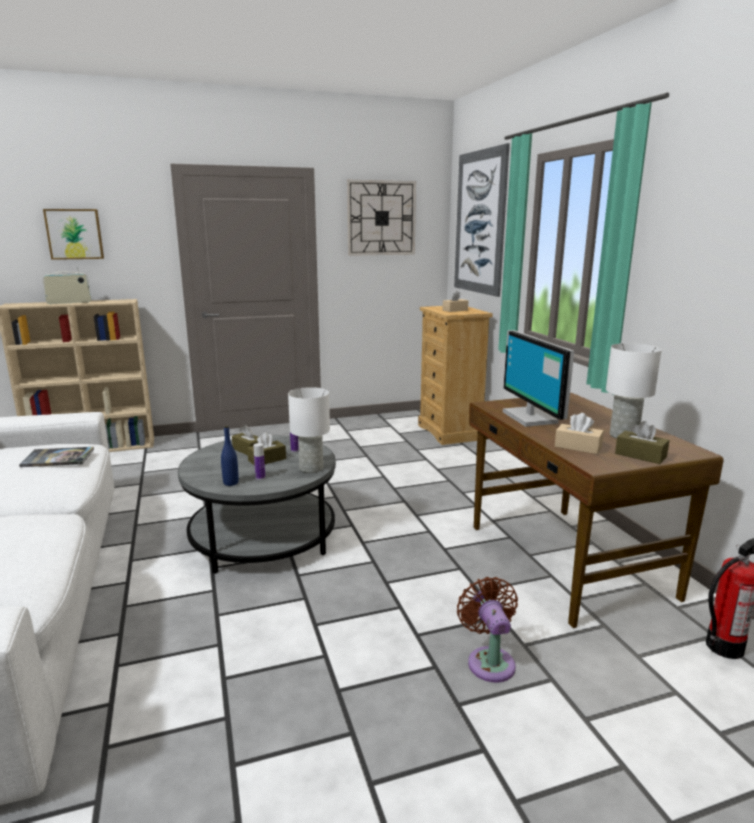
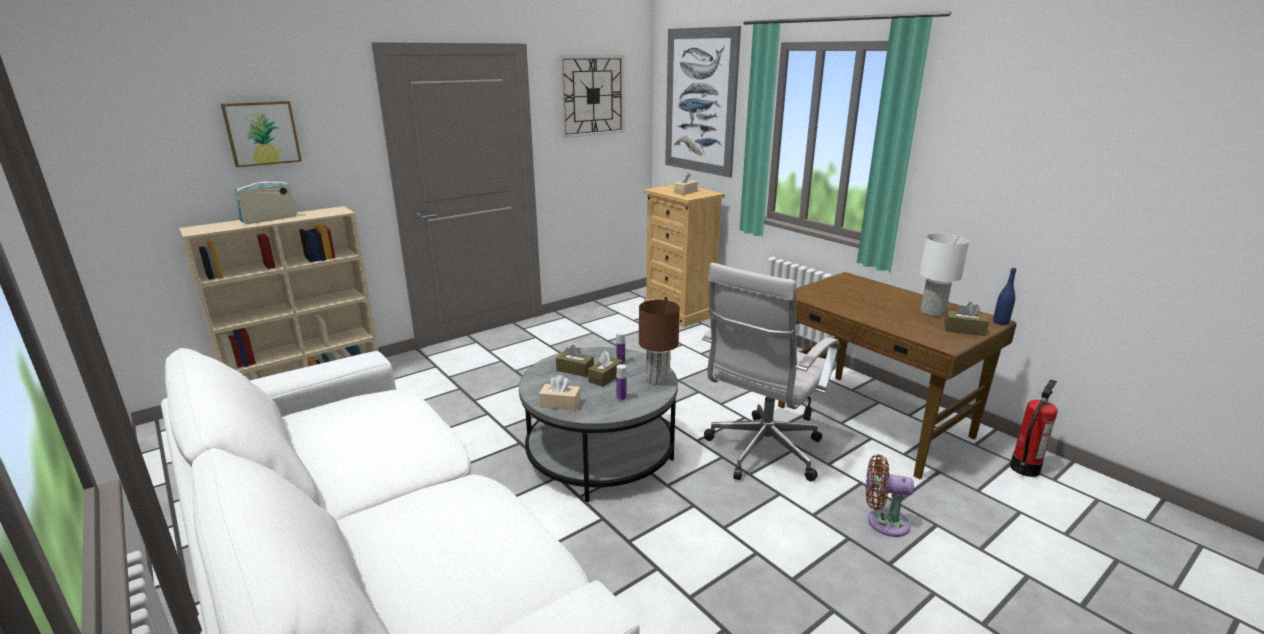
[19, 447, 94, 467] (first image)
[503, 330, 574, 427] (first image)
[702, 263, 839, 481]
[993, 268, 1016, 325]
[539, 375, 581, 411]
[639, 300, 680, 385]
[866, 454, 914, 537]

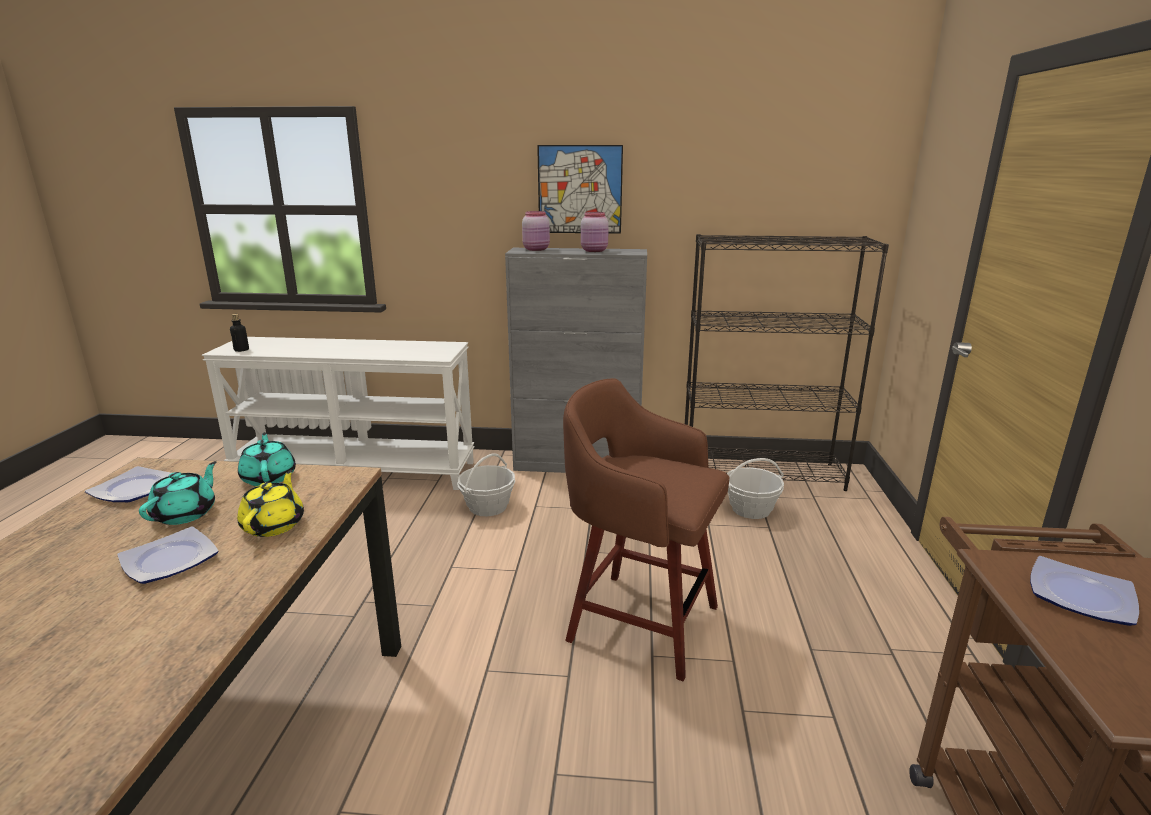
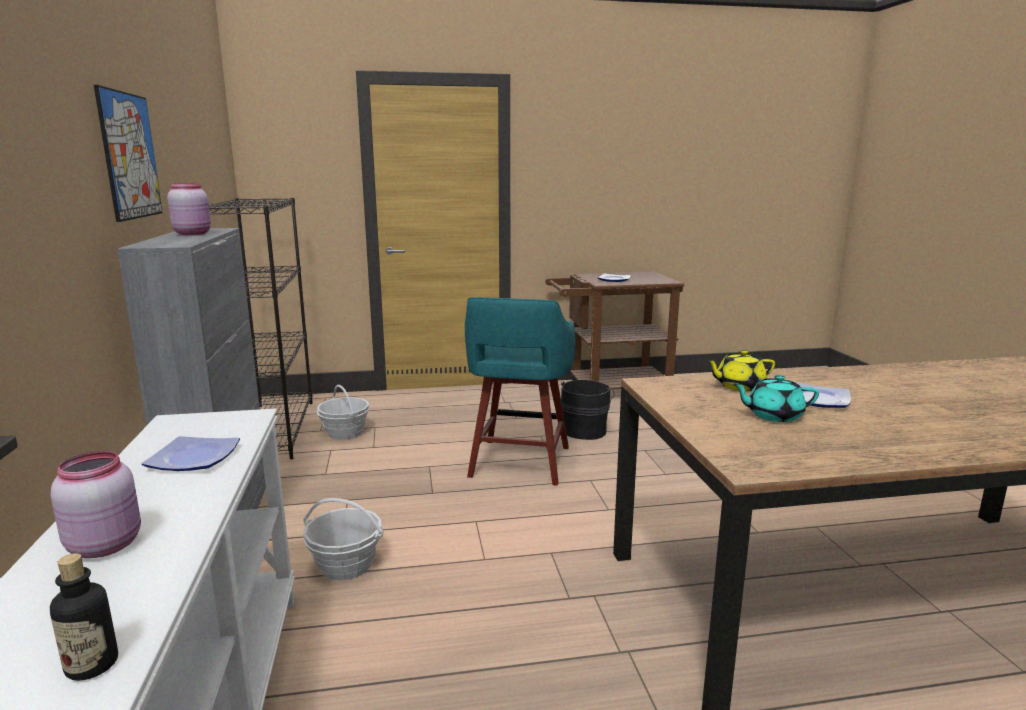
[238, 432, 296, 486] (first image)
[561, 380, 614, 440]
[142, 436, 240, 471]
[51, 451, 141, 558]
[465, 297, 575, 486]

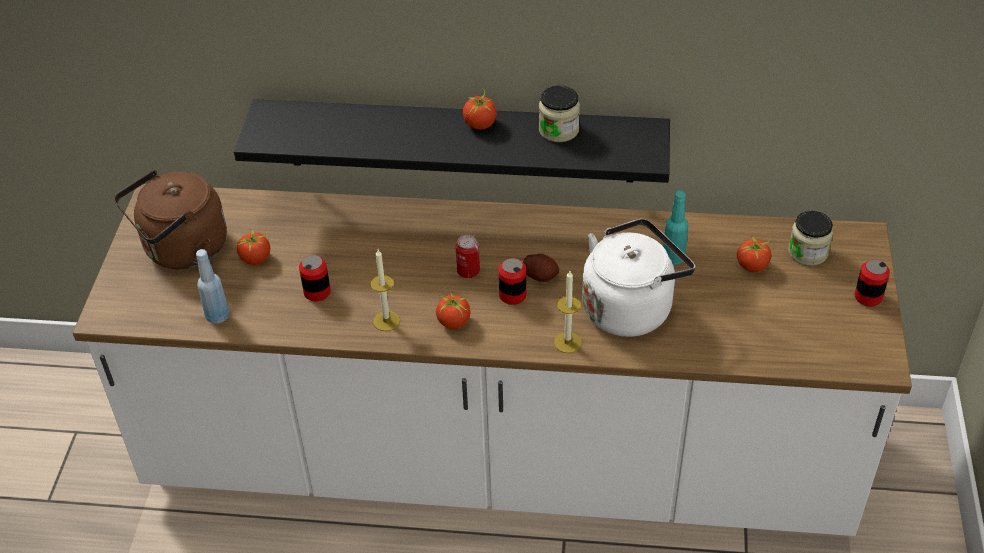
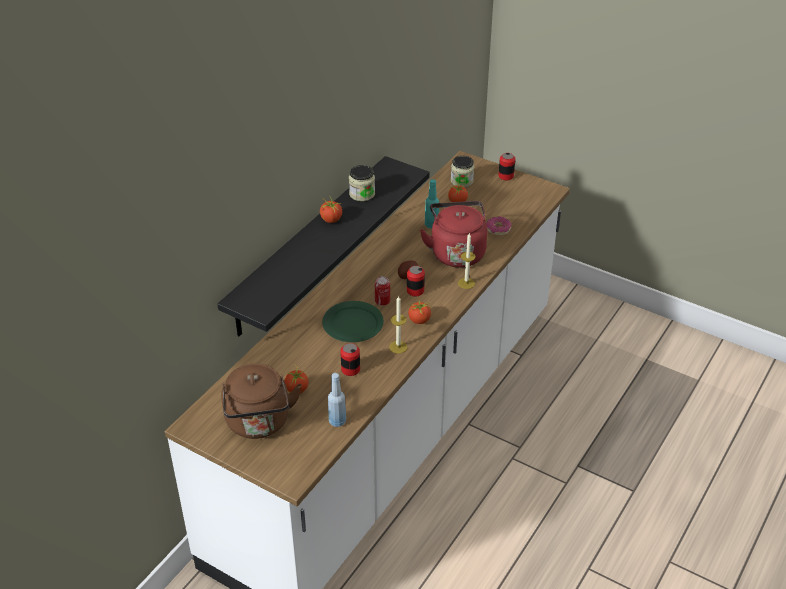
[322, 301, 384, 342]
[486, 216, 512, 236]
[420, 201, 487, 268]

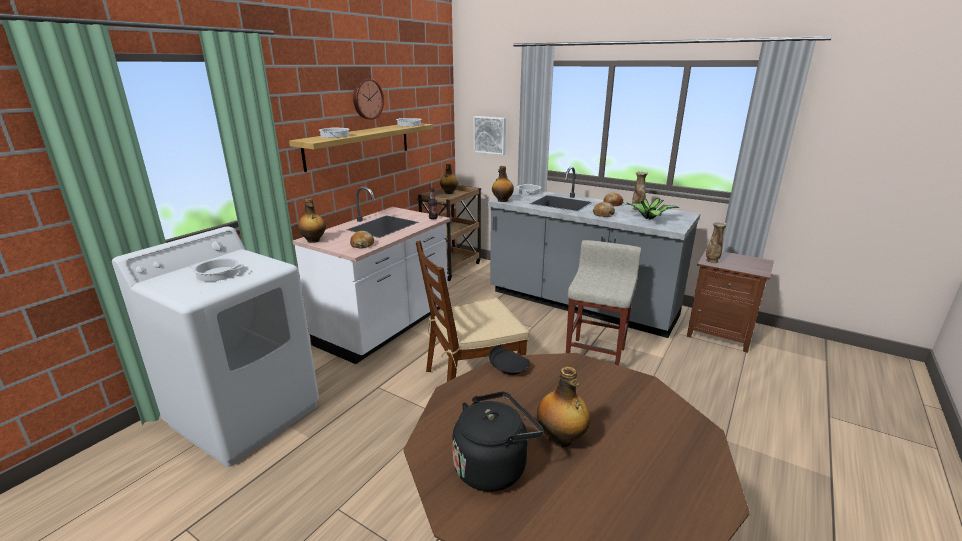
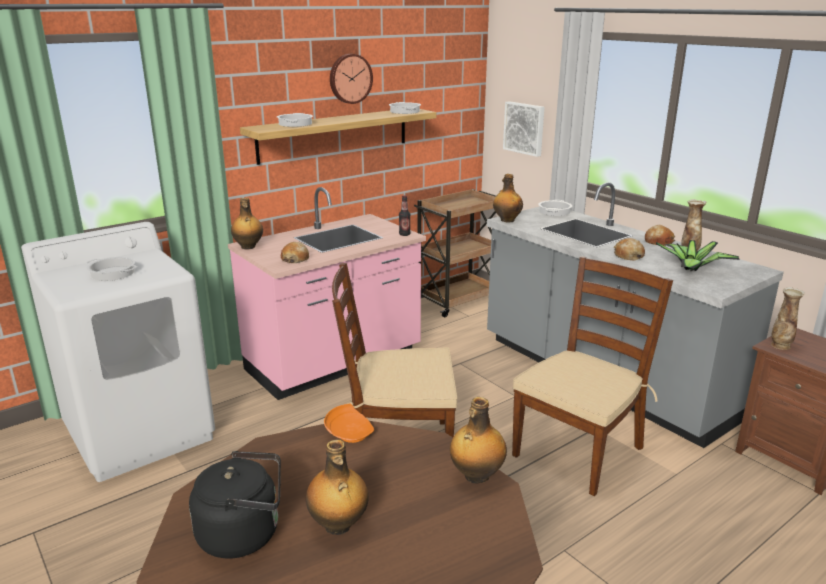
[450, 397, 507, 483]
[512, 256, 673, 496]
[228, 187, 426, 400]
[324, 404, 374, 443]

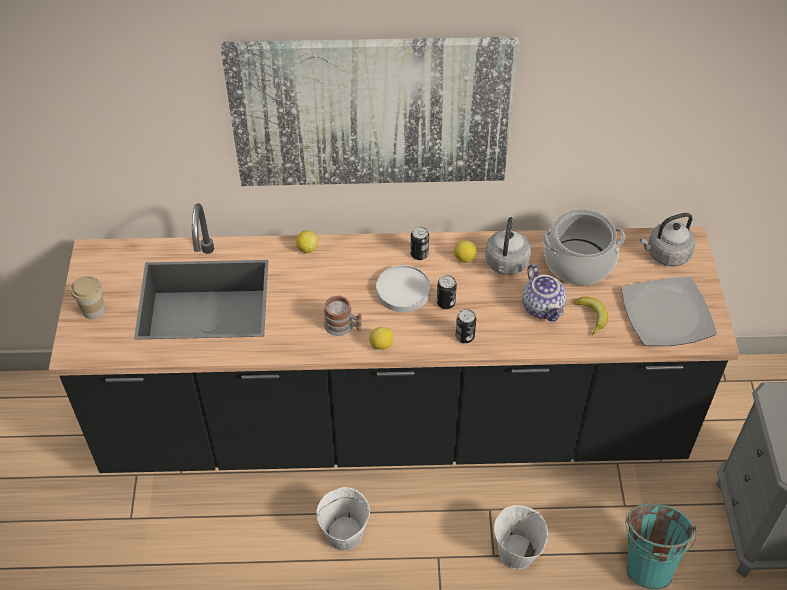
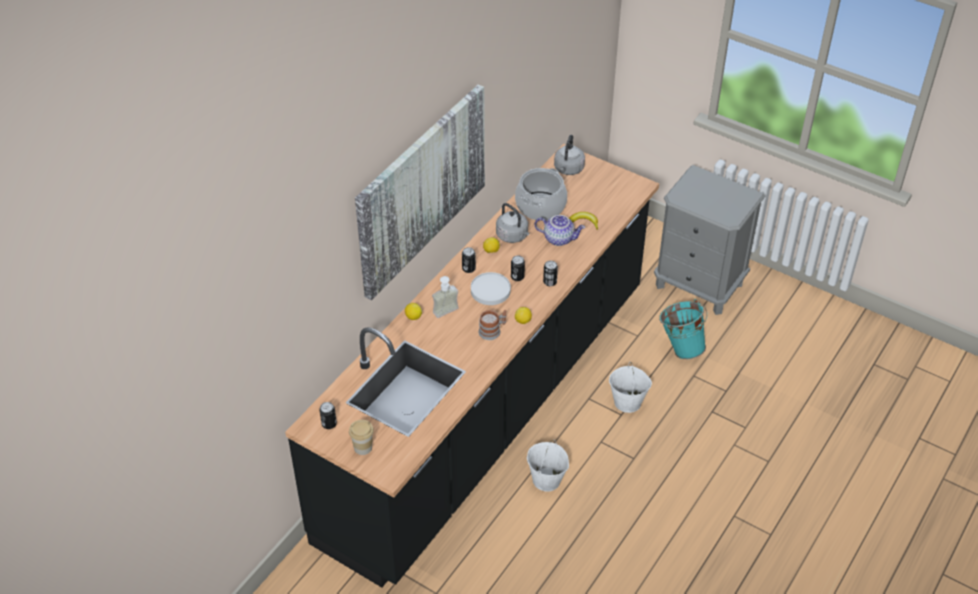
[621, 277, 717, 346] (first image)
[320, 402, 337, 429]
[432, 276, 459, 318]

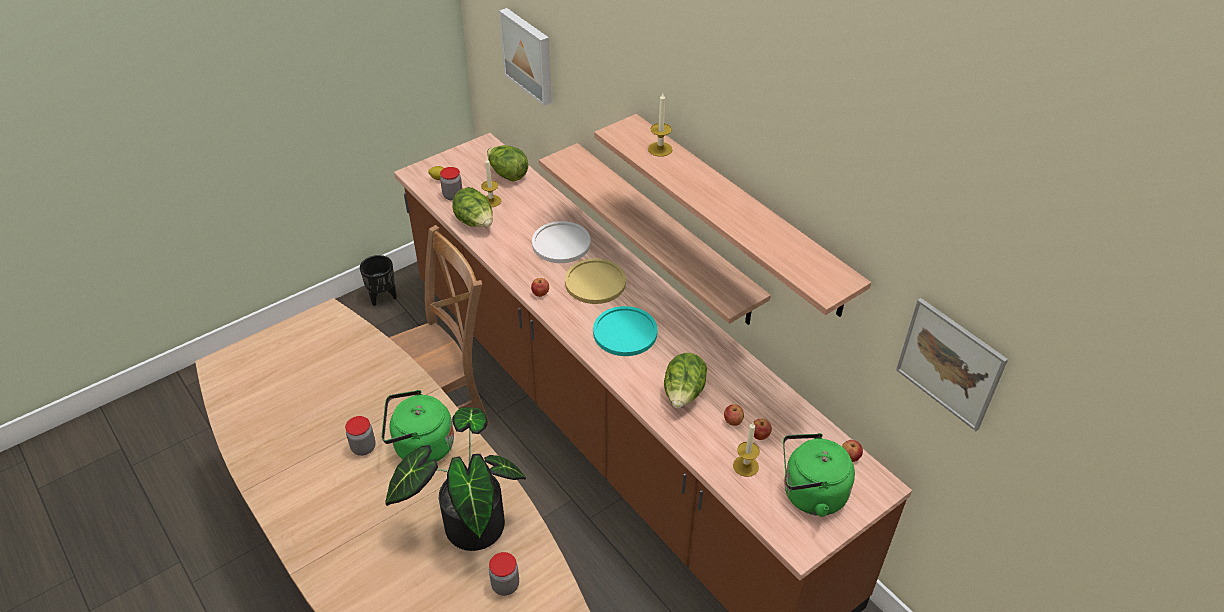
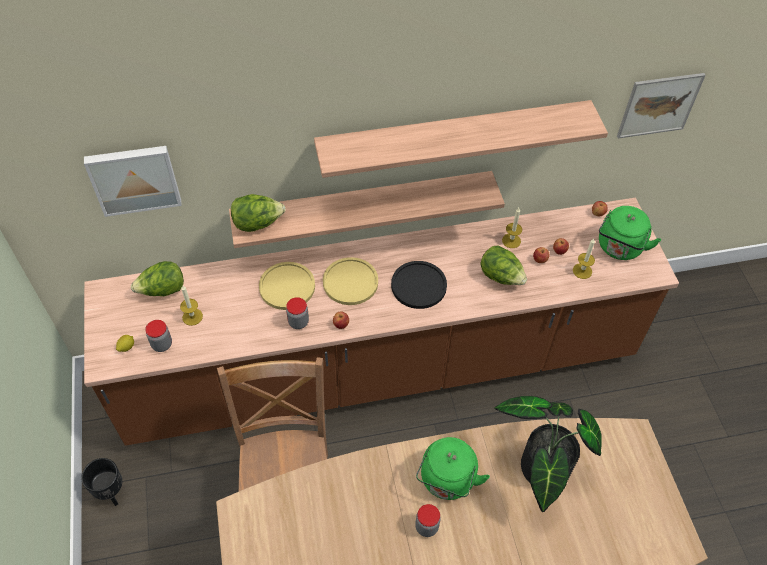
[231, 194, 286, 232]
[286, 297, 309, 329]
[502, 208, 522, 248]
[259, 262, 315, 310]
[391, 261, 447, 309]

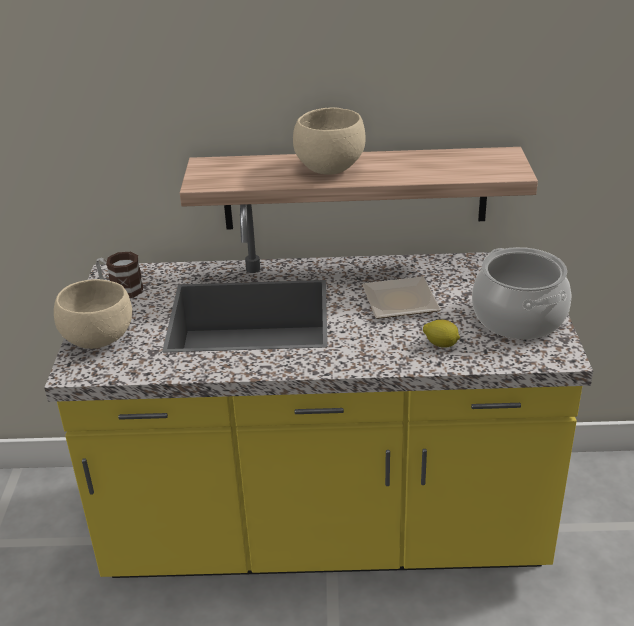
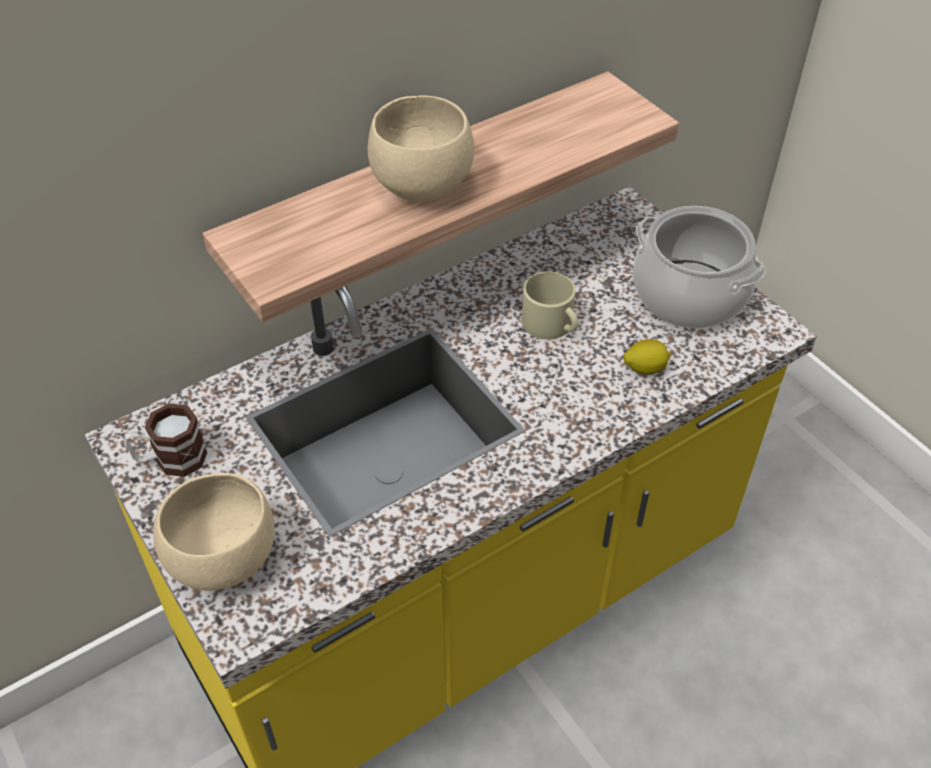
[522, 271, 578, 340]

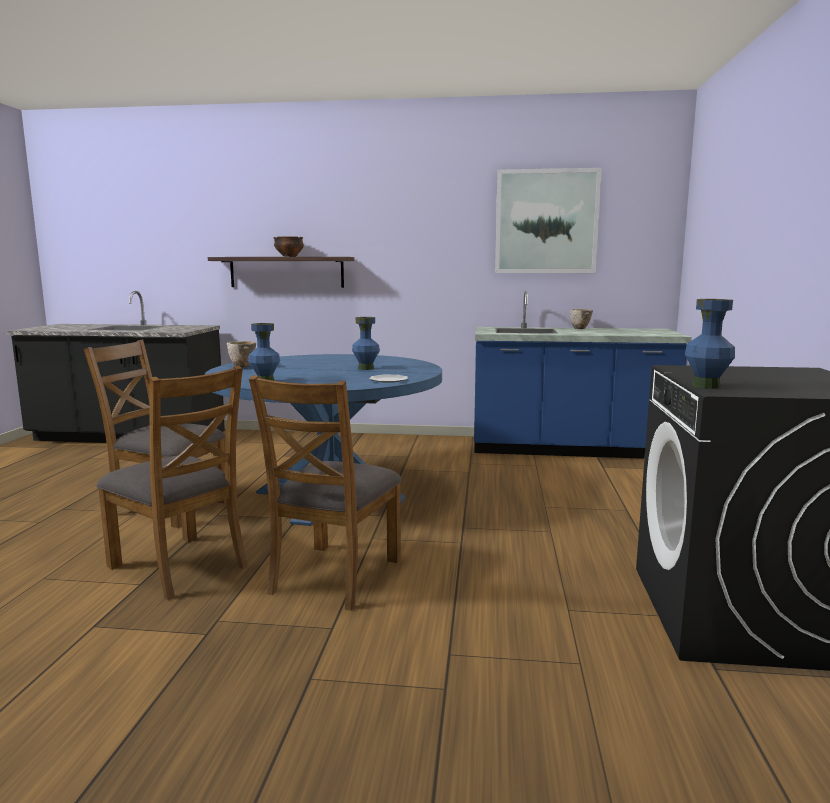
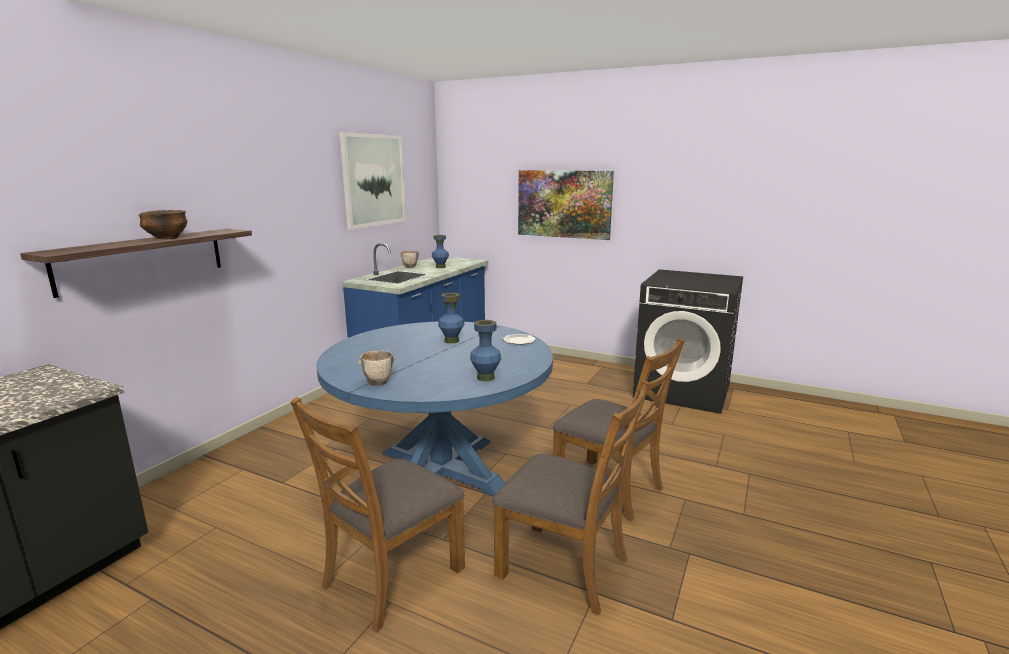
[518, 170, 614, 240]
[432, 235, 449, 268]
[492, 380, 650, 615]

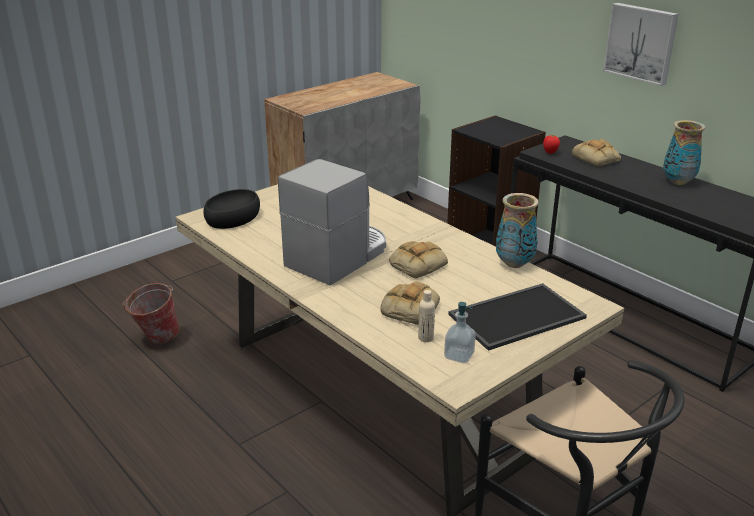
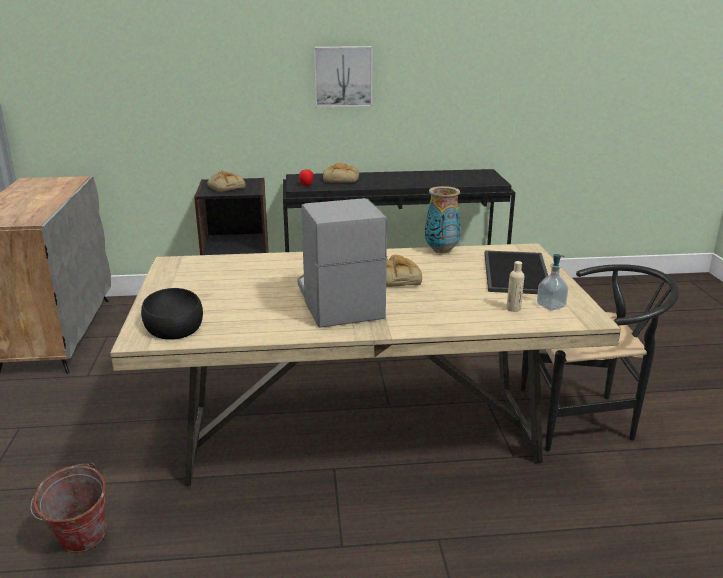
[663, 120, 705, 185] (first image)
[207, 170, 245, 192]

